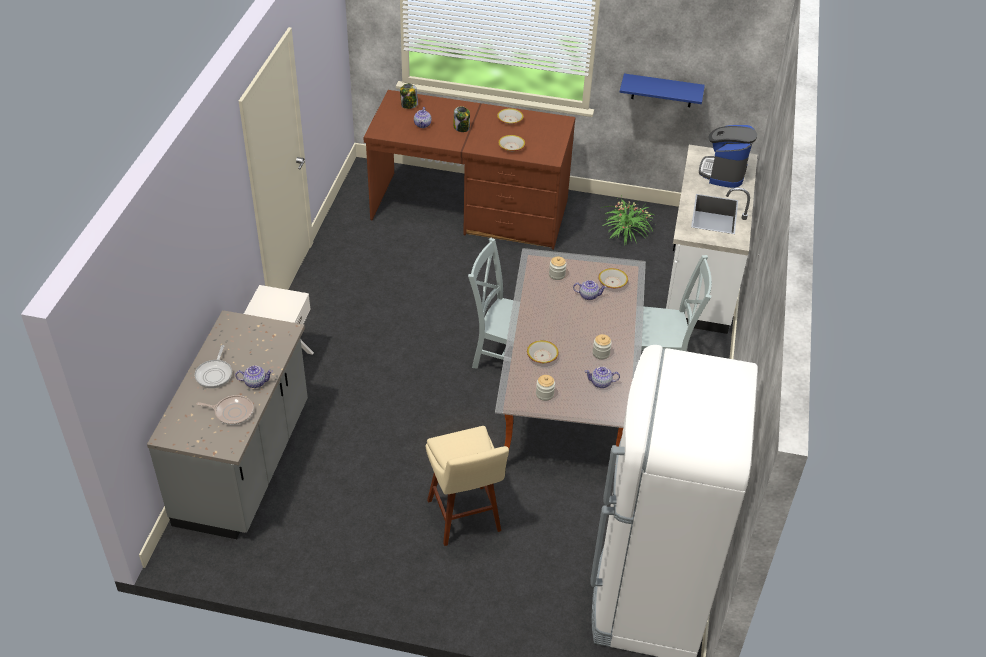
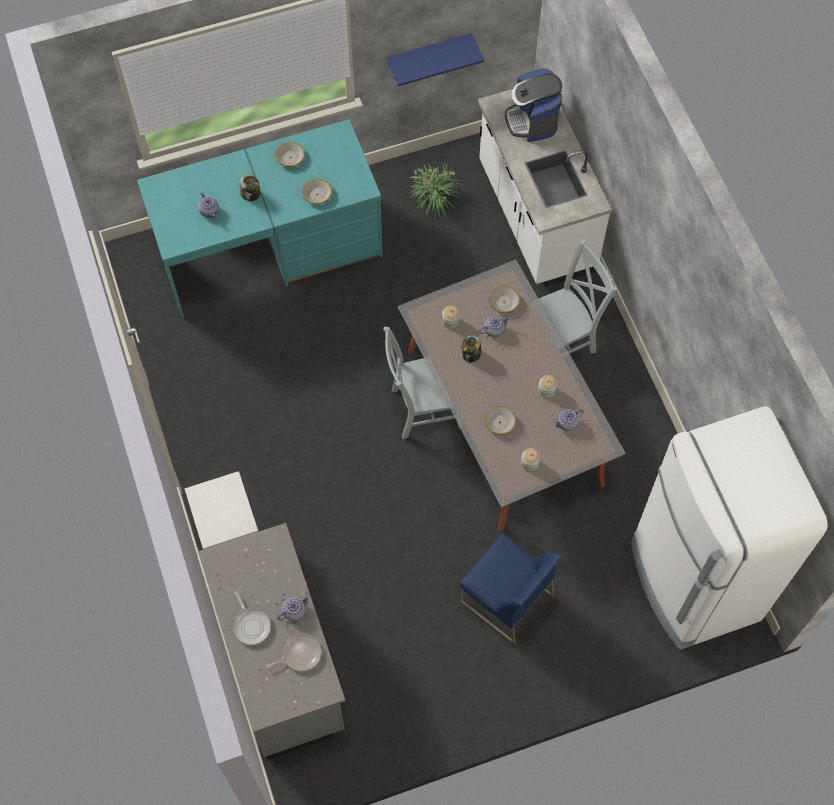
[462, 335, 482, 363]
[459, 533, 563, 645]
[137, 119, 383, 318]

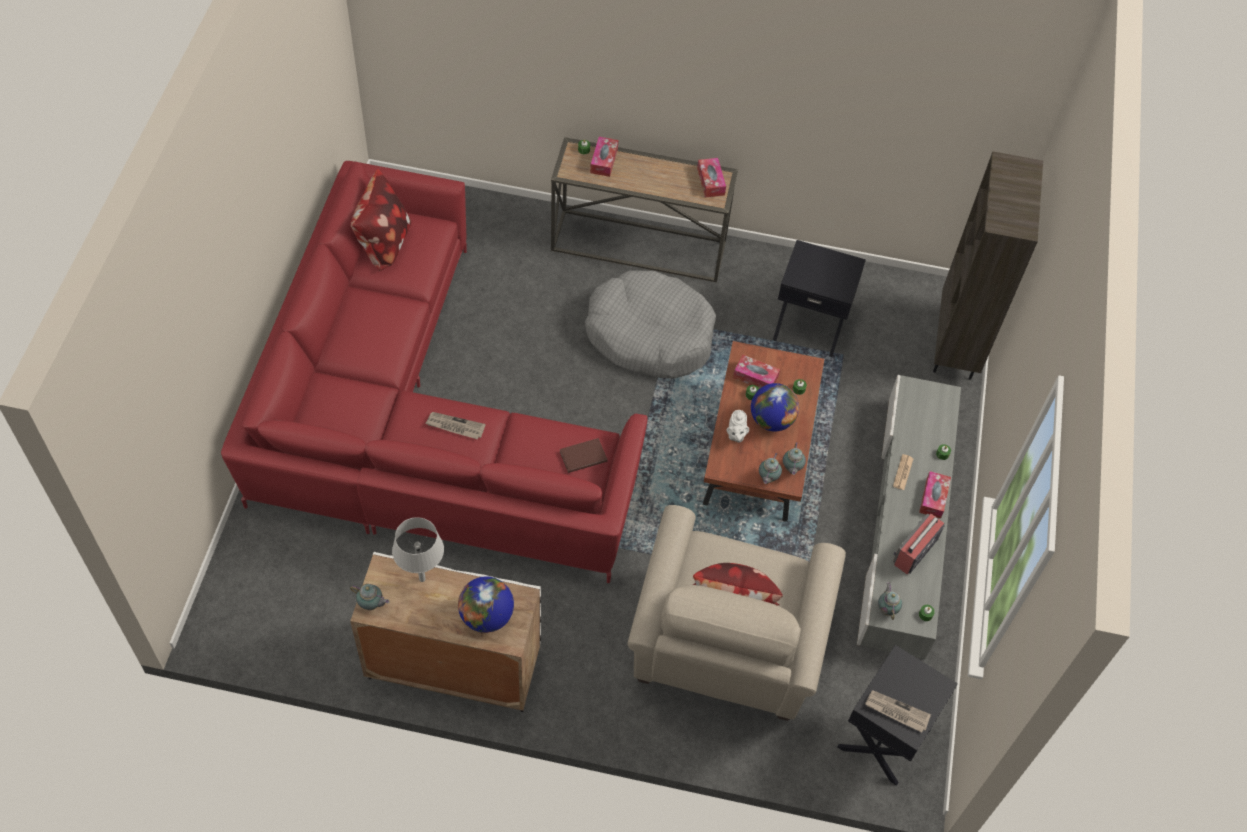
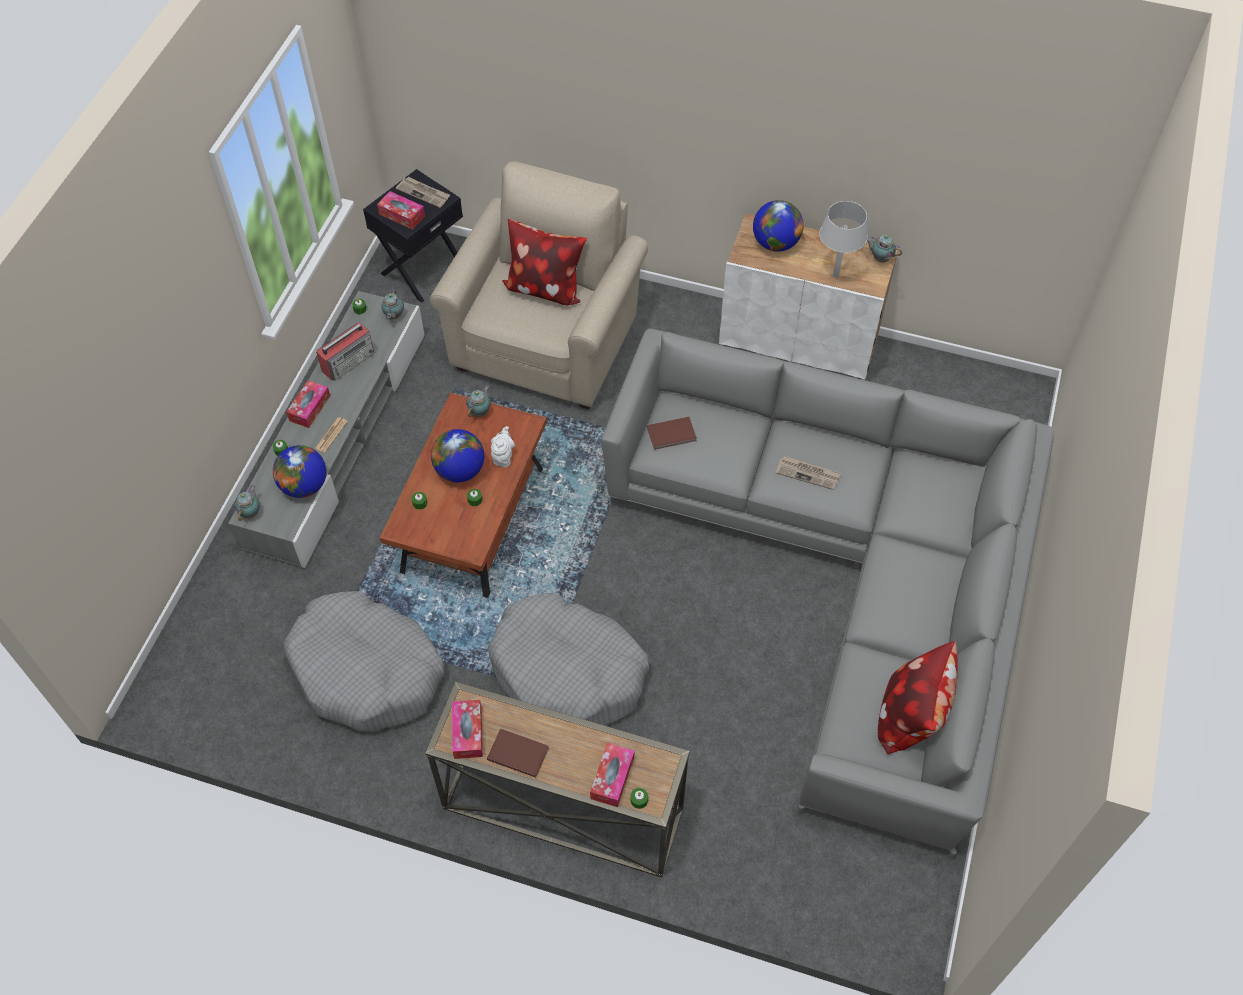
[933, 152, 1043, 380] (first image)
[273, 445, 326, 498]
[487, 728, 549, 778]
[377, 191, 425, 230]
[234, 485, 260, 521]
[284, 591, 444, 732]
[601, 329, 1054, 860]

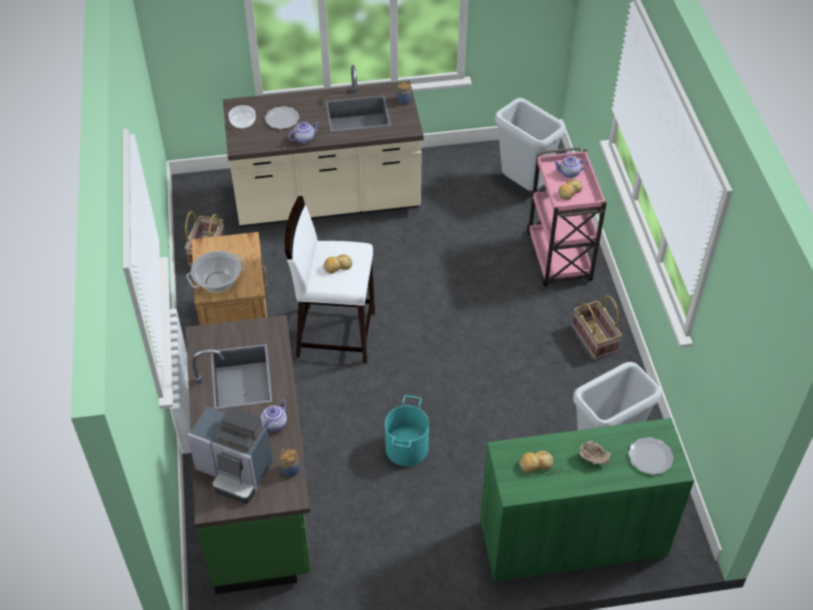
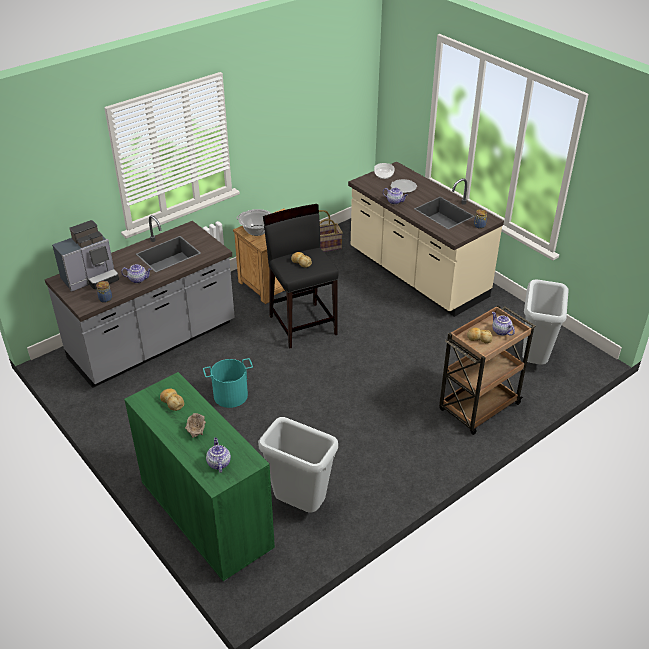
[572, 295, 622, 361] (first image)
[206, 438, 231, 473]
[45, 215, 235, 388]
[263, 204, 339, 349]
[439, 305, 536, 435]
[52, 220, 119, 292]

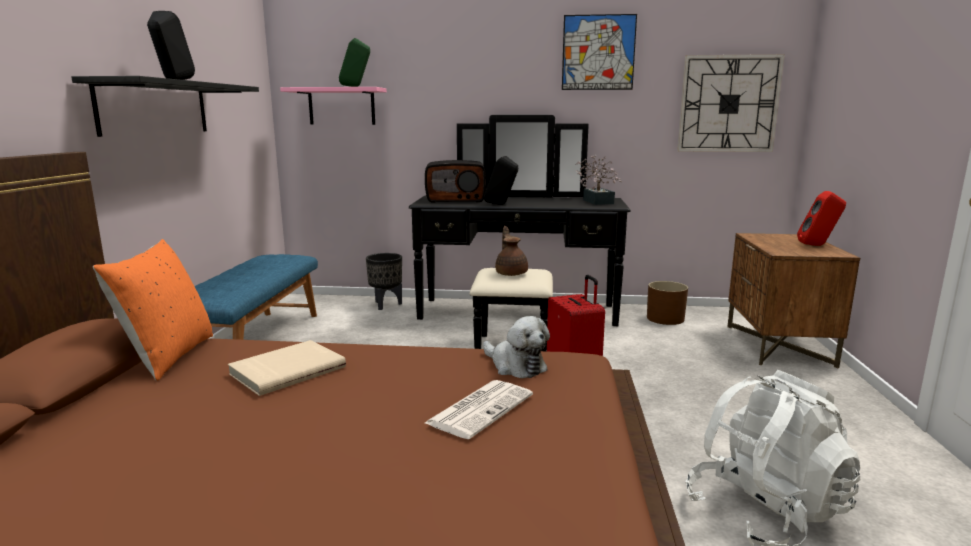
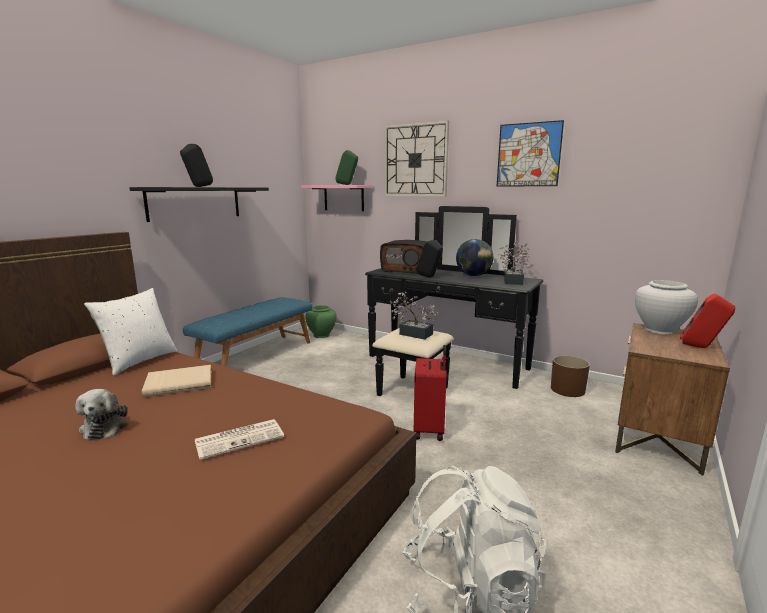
[366, 253, 402, 310] (first image)
[305, 305, 337, 338]
[456, 239, 493, 276]
[635, 280, 698, 335]
[75, 389, 128, 441]
[384, 120, 449, 197]
[390, 292, 440, 339]
[84, 288, 177, 376]

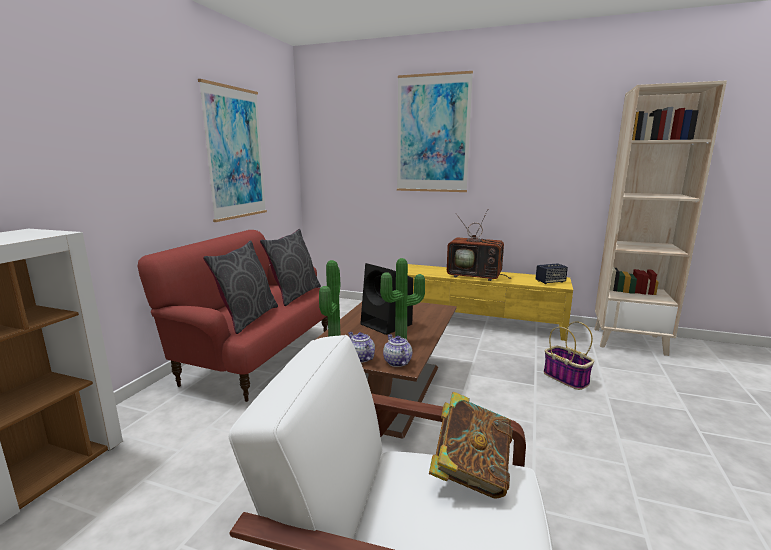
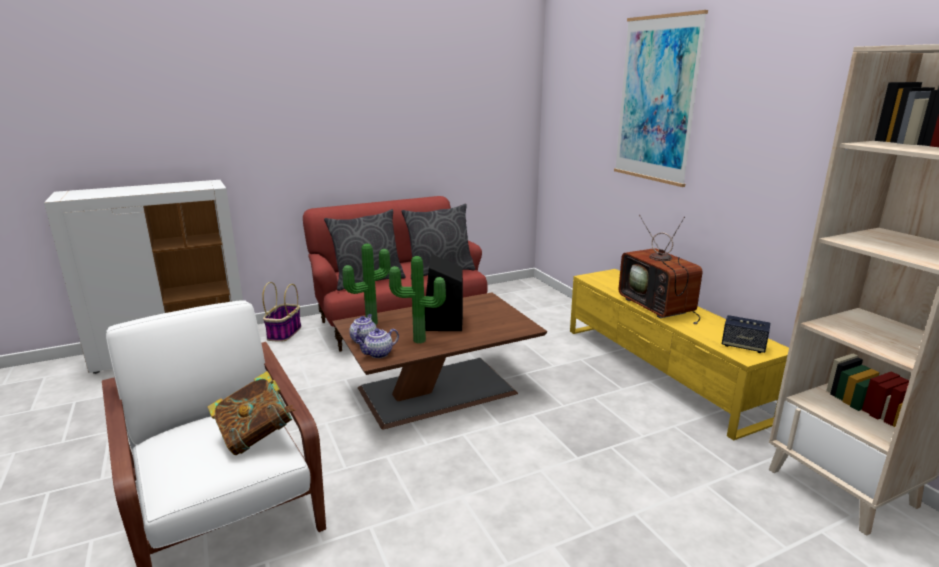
[198, 79, 267, 222] (first image)
[262, 282, 301, 342]
[356, 328, 399, 358]

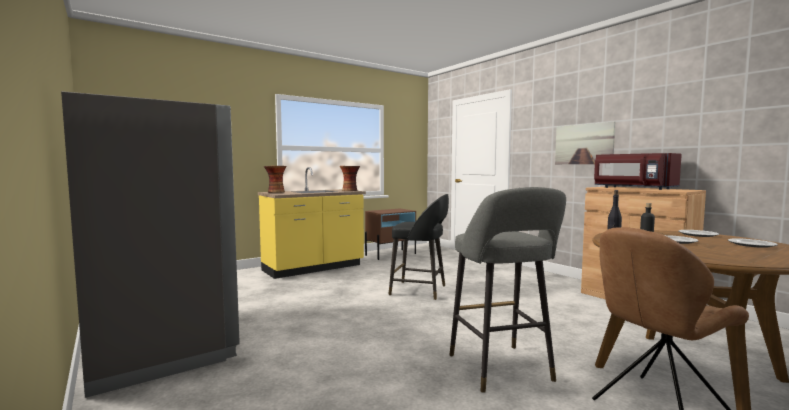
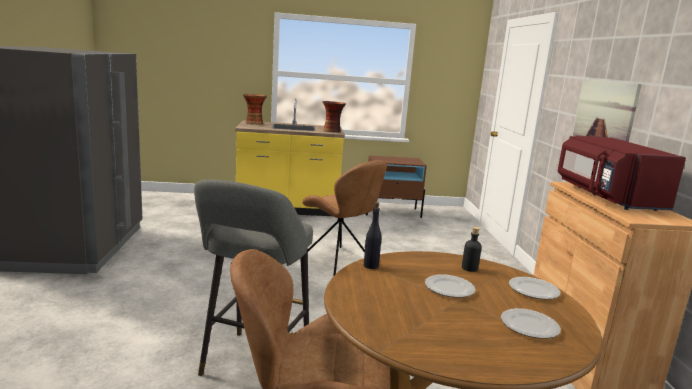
[302, 160, 387, 276]

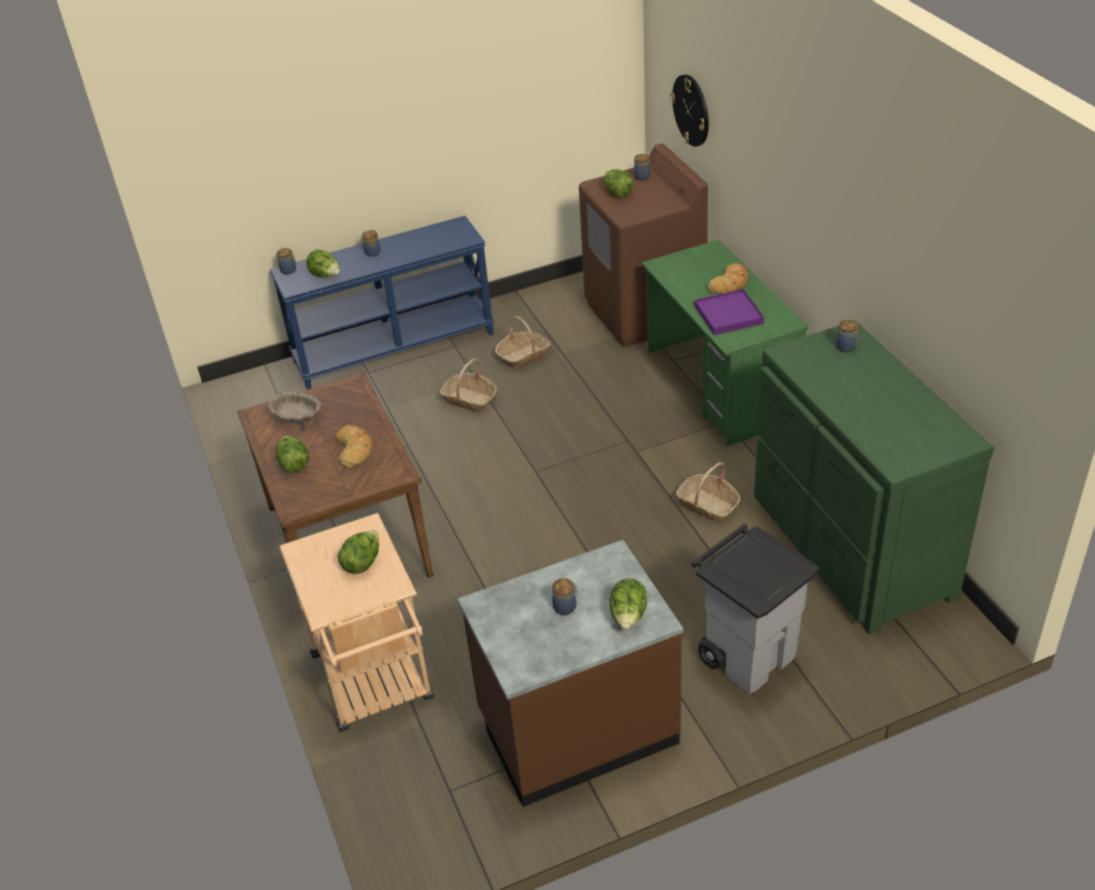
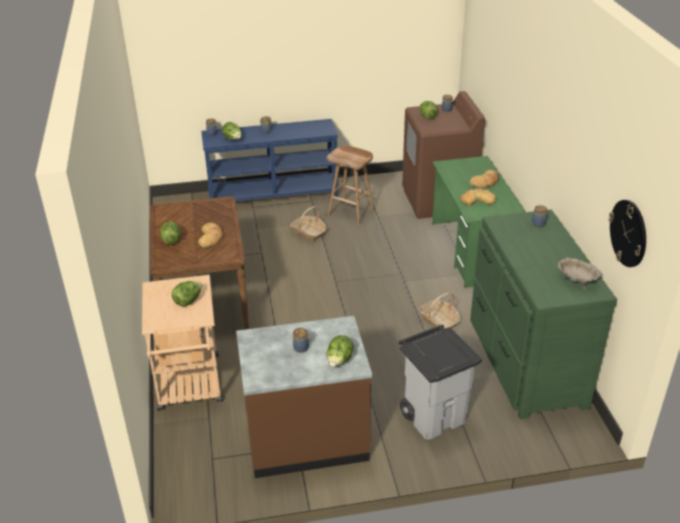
[558, 257, 601, 290]
[609, 200, 646, 267]
[327, 145, 374, 226]
[460, 188, 496, 206]

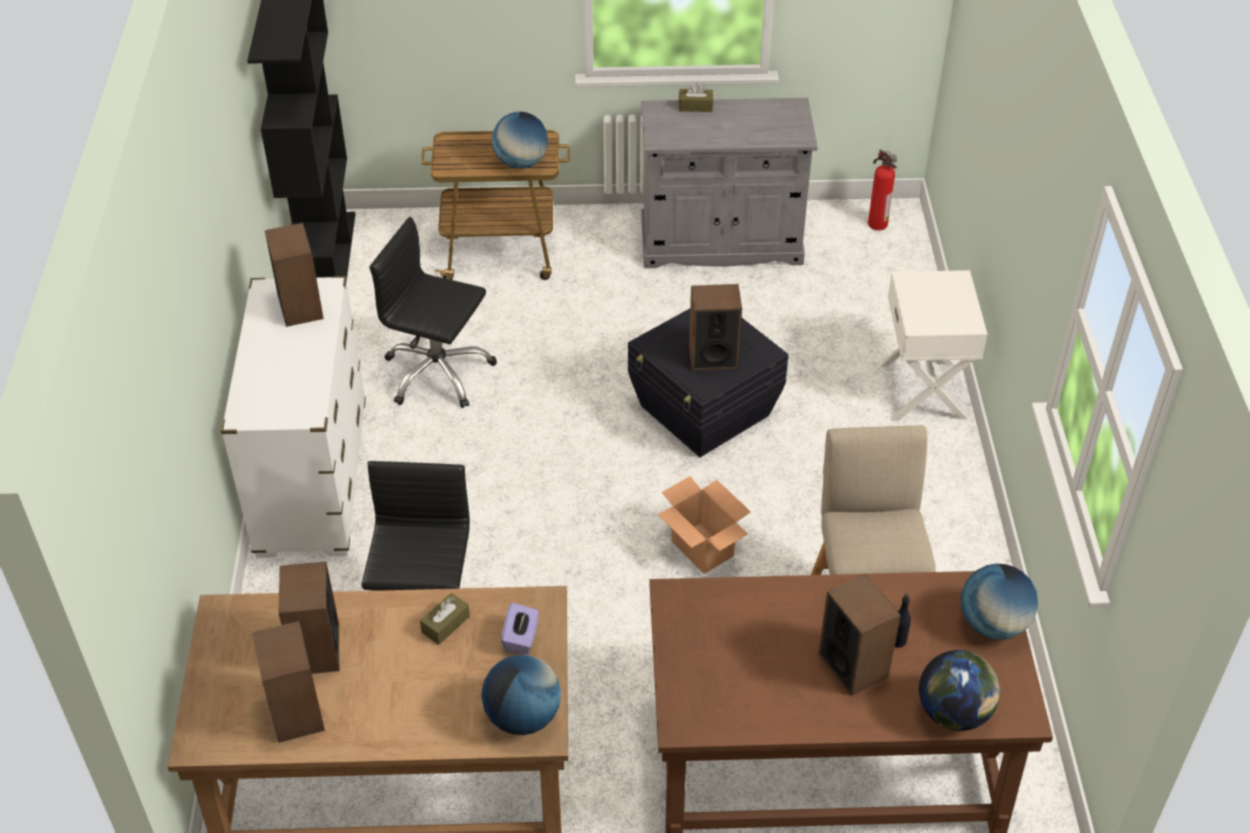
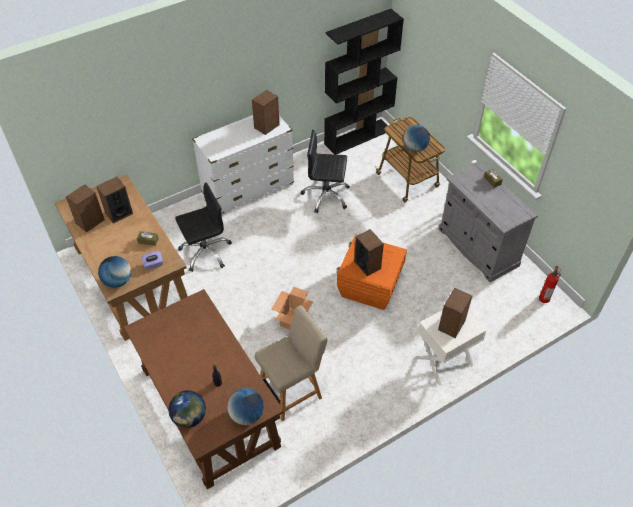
[438, 288, 472, 338]
[337, 235, 407, 310]
[301, 130, 350, 213]

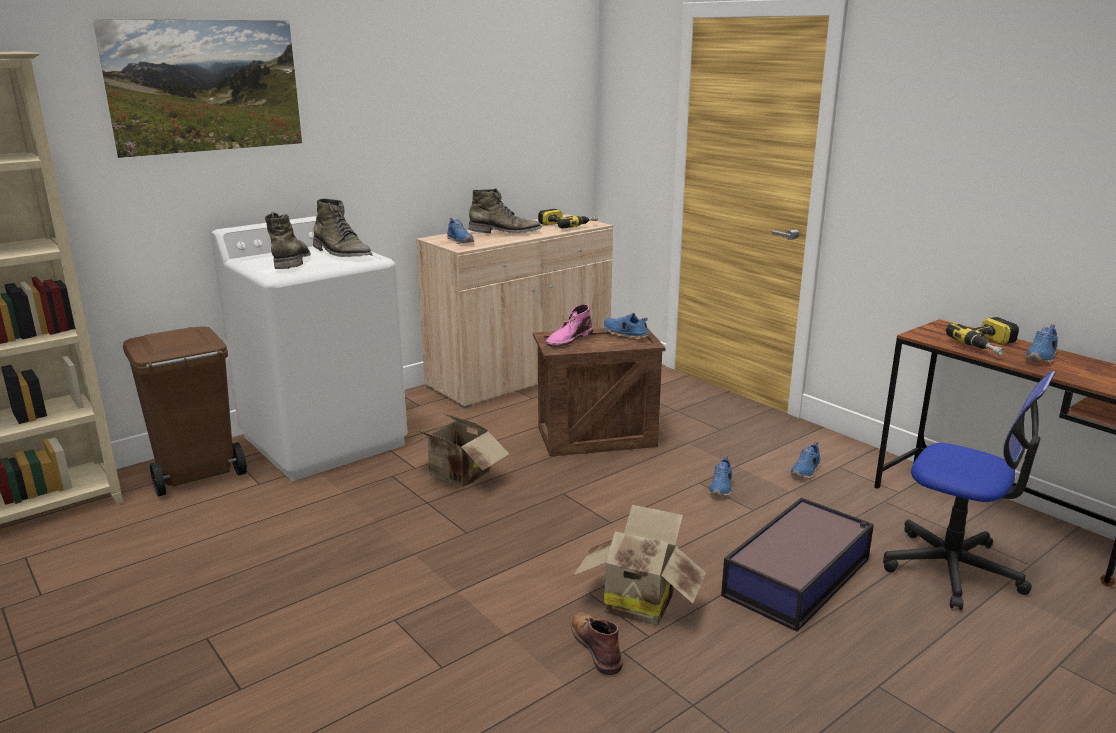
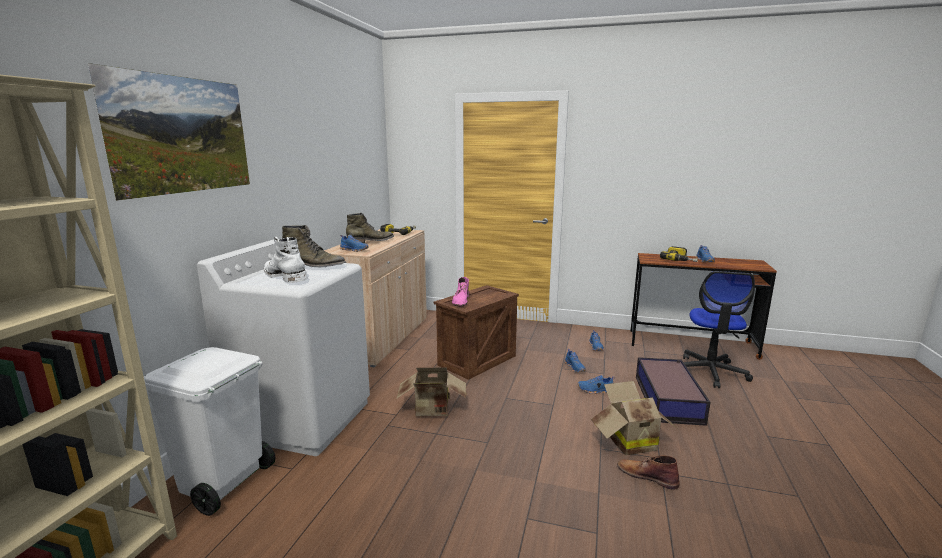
[578, 375, 615, 394]
[144, 347, 275, 516]
[264, 237, 308, 283]
[683, 271, 755, 388]

